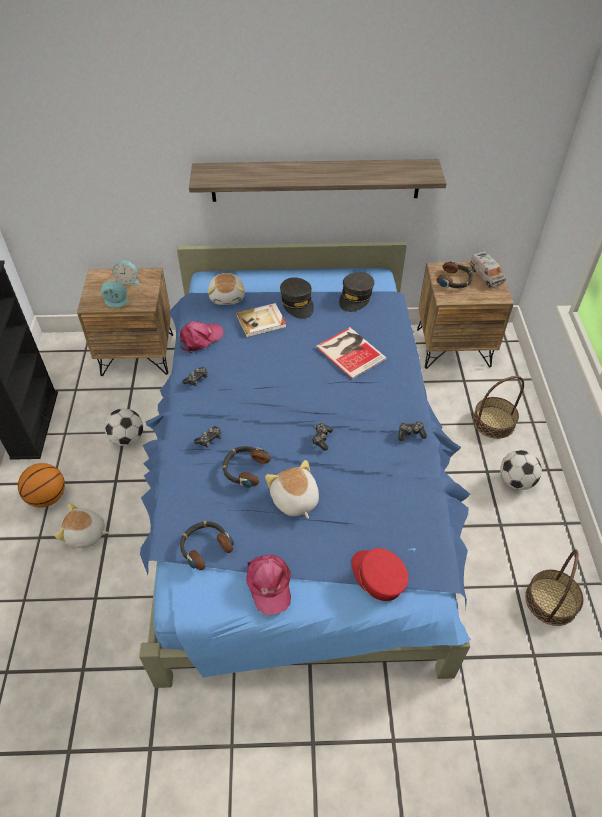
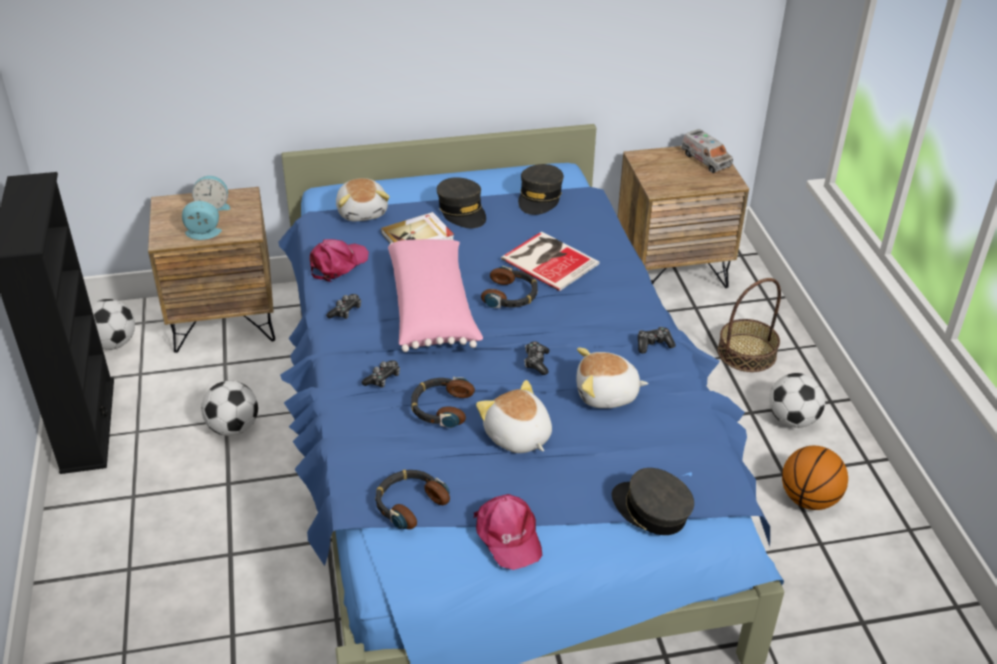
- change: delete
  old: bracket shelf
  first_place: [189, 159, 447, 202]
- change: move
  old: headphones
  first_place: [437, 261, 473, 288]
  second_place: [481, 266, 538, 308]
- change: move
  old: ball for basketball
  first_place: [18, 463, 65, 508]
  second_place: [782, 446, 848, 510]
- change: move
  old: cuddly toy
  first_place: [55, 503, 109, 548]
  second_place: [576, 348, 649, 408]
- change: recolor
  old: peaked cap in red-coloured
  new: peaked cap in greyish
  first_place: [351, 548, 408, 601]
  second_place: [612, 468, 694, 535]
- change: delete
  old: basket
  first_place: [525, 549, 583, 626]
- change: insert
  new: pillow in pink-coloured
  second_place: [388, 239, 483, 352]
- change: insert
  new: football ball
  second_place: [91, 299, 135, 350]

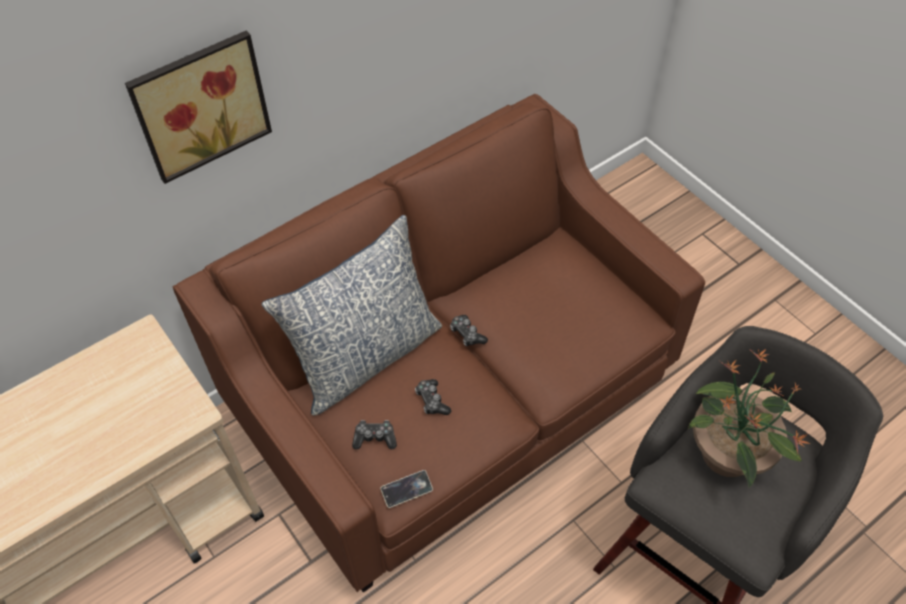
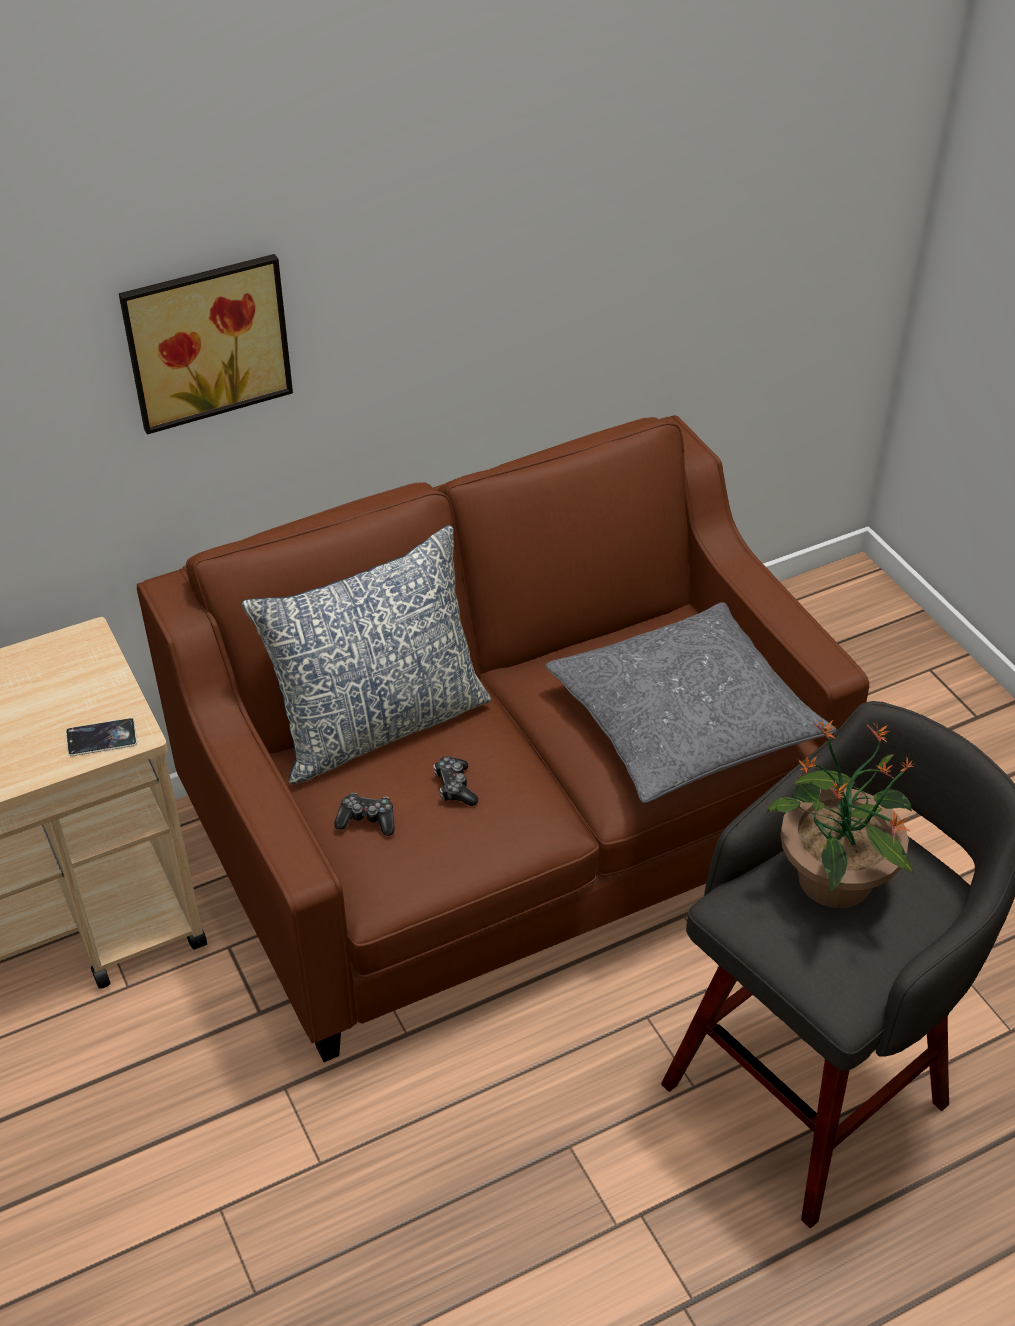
- change: delete
  old: game controller
  first_place: [450, 315, 488, 346]
- change: move
  old: telephone
  first_place: [380, 470, 433, 508]
  second_place: [66, 718, 137, 756]
- change: insert
  new: pillow in greyish
  second_place: [545, 602, 836, 803]

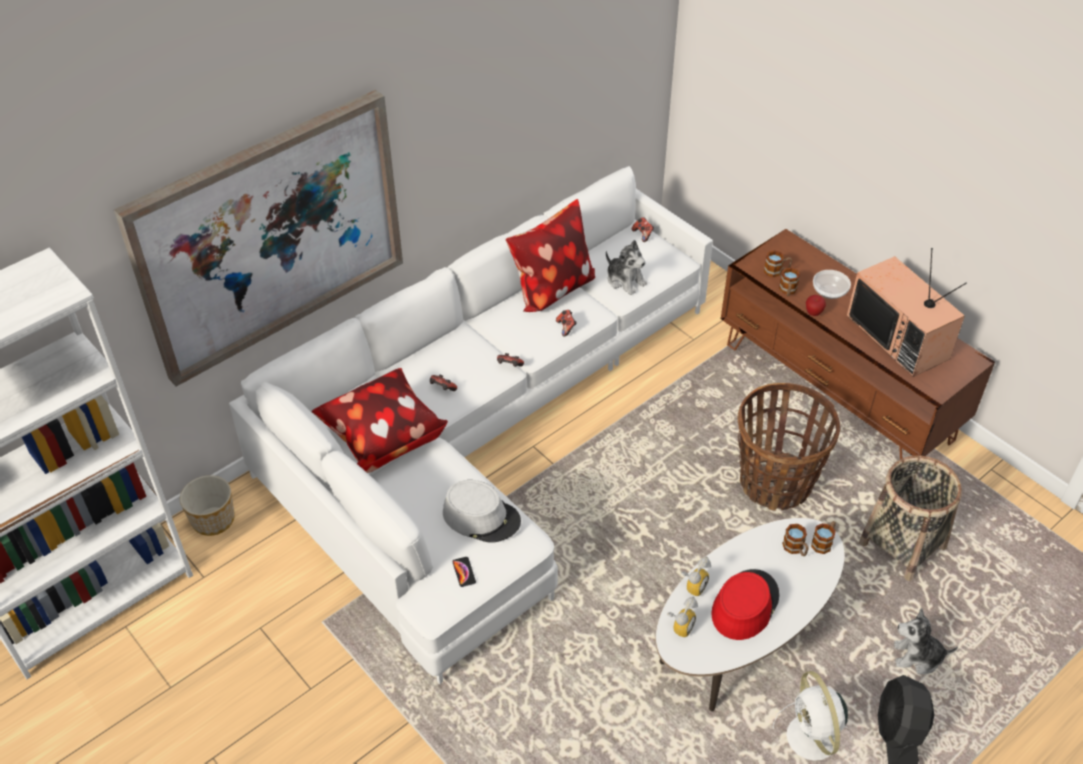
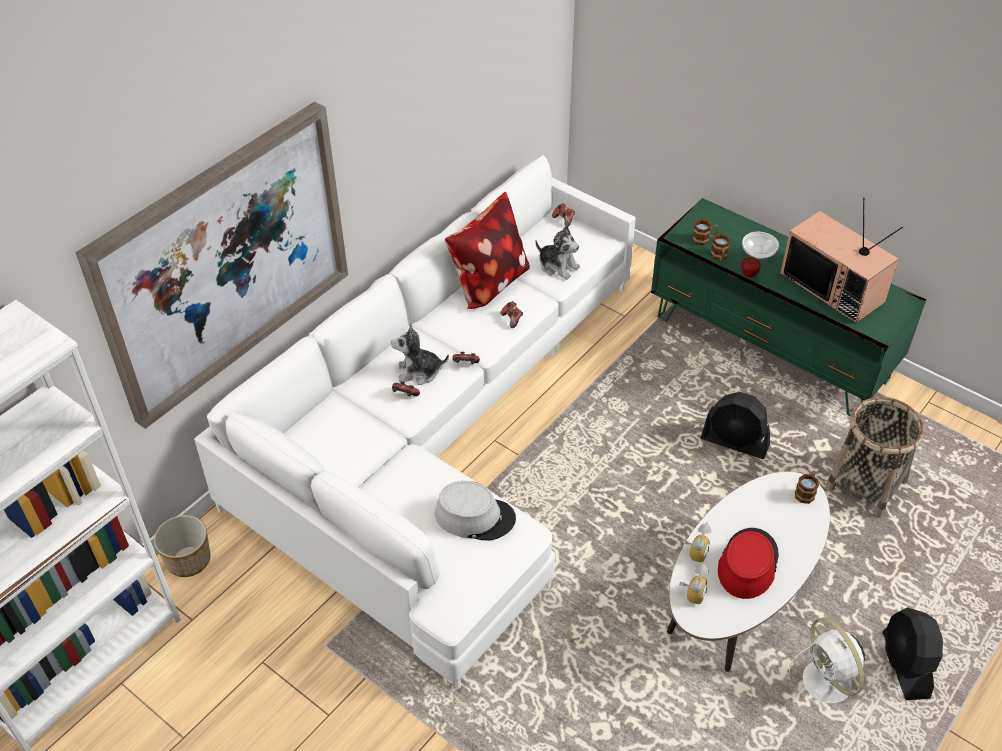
- change: recolor
  old: media console in brown-coloured
  new: media console in green-coloured
  first_place: [721, 229, 995, 459]
  second_place: [651, 198, 926, 416]
- change: delete
  old: pillow
  first_place: [312, 368, 448, 473]
- change: replace
  old: basket
  new: fan in black-coloured
  first_place: [738, 383, 840, 511]
  second_place: [701, 392, 770, 459]
- change: delete
  old: coffee mug
  first_place: [783, 524, 808, 556]
- change: delete
  old: telephone
  first_place: [452, 557, 476, 587]
- change: move
  old: cuddly toy
  first_place: [894, 608, 958, 674]
  second_place: [391, 323, 449, 385]

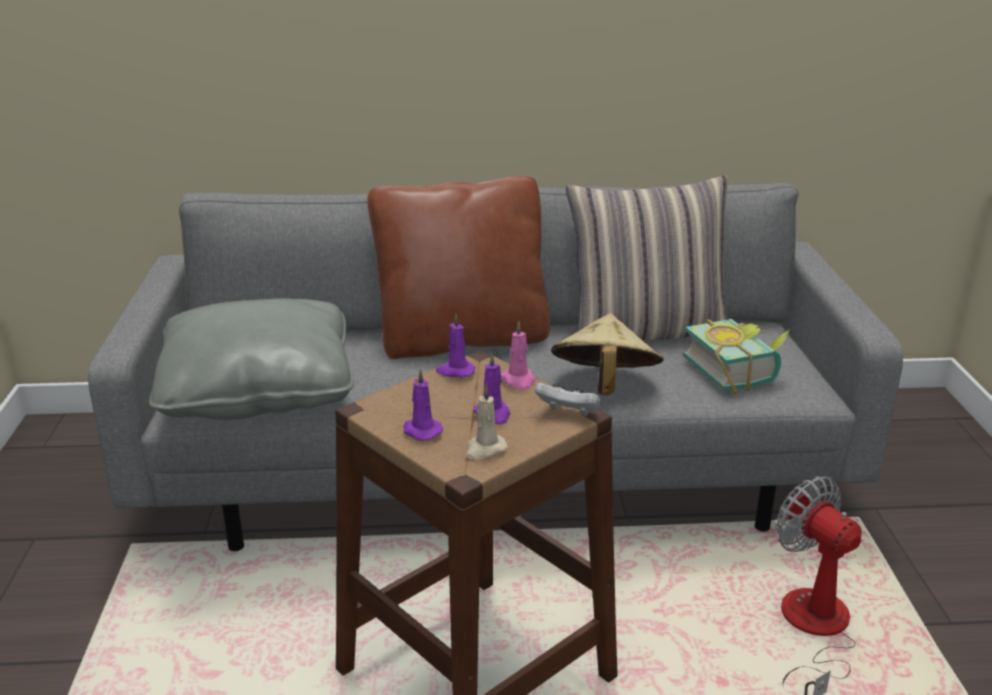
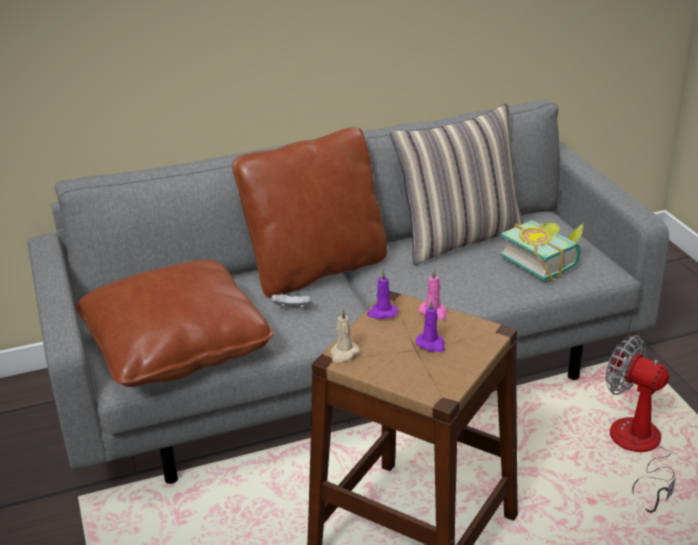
- change: recolor
  old: pillow in greyish
  new: pillow in brown-coloured
  first_place: [149, 298, 354, 420]
  second_place: [76, 260, 273, 387]
- change: delete
  old: wearable hat in sand-coloured
  first_place: [551, 313, 664, 395]
- change: delete
  old: wax candle in purple-coloured
  first_place: [403, 369, 443, 440]
- change: move
  old: game controller in white-coloured
  first_place: [535, 383, 600, 416]
  second_place: [271, 293, 312, 310]
- change: move
  old: wax candle in sand-coloured
  first_place: [466, 385, 507, 459]
  second_place: [330, 309, 360, 362]

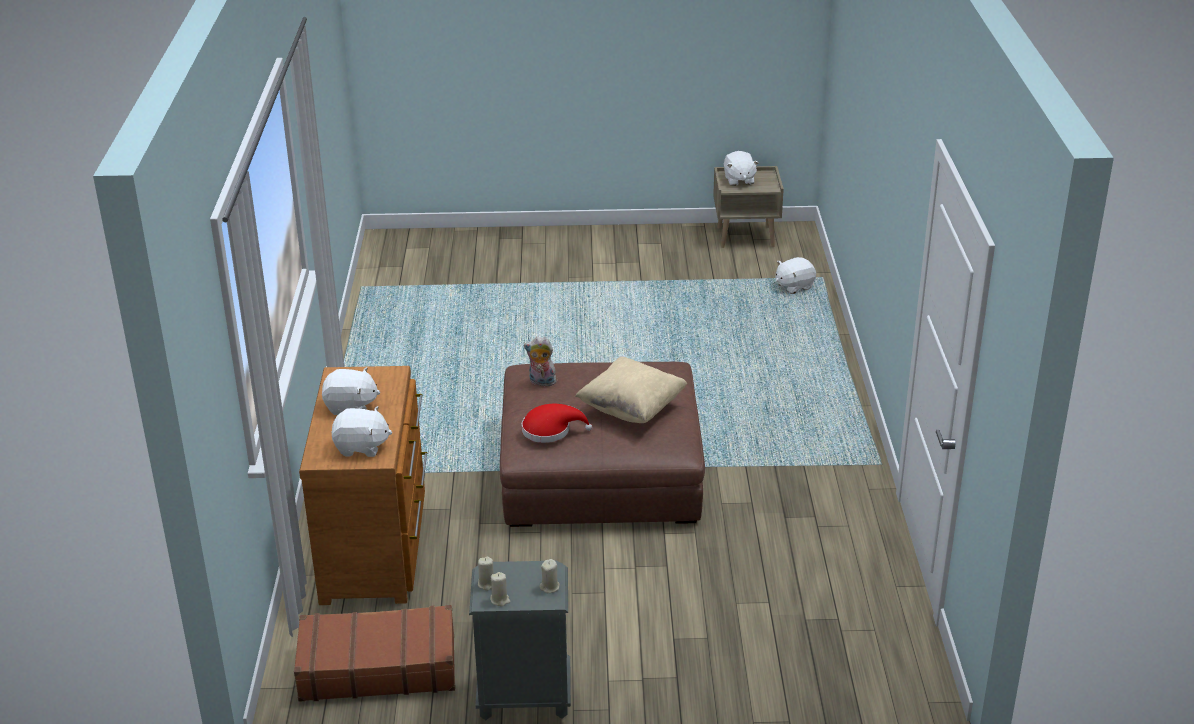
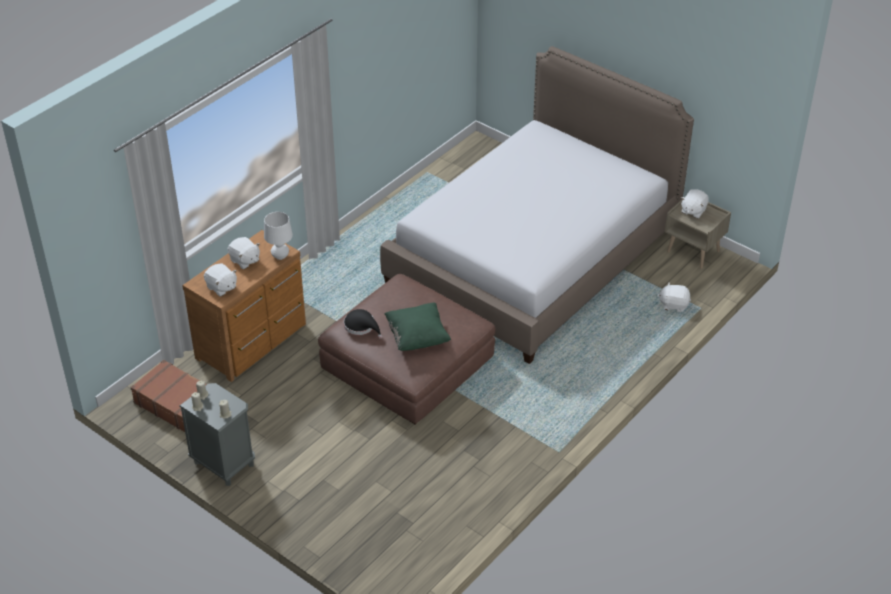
- change: delete
  old: cuddly toy
  first_place: [524, 337, 556, 386]
- change: recolor
  old: pillow in sand-coloured
  new: pillow in green-coloured
  first_place: [575, 357, 687, 423]
  second_place: [385, 303, 451, 351]
- change: recolor
  old: wearable hat in red-coloured
  new: wearable hat in black-coloured
  first_place: [522, 404, 593, 443]
  second_place: [344, 309, 383, 339]
- change: insert
  new: bed
  second_place: [380, 46, 694, 364]
- change: insert
  new: tabletop lamp in white-coloured
  second_place: [264, 212, 293, 260]

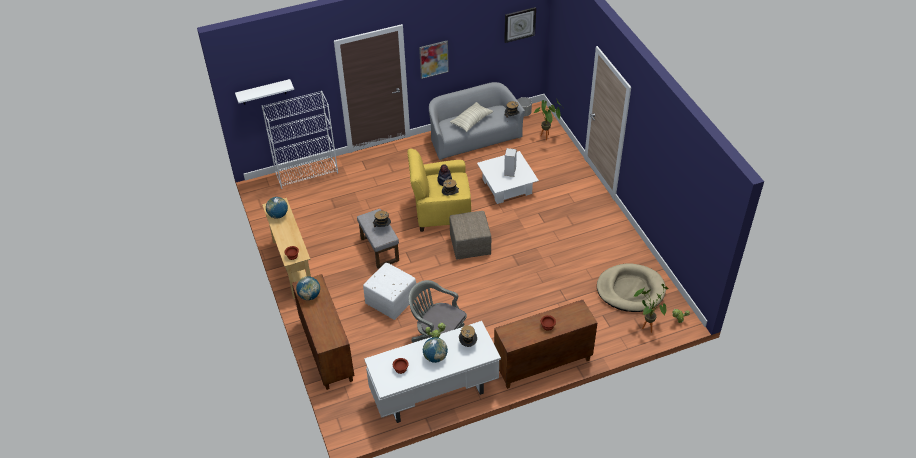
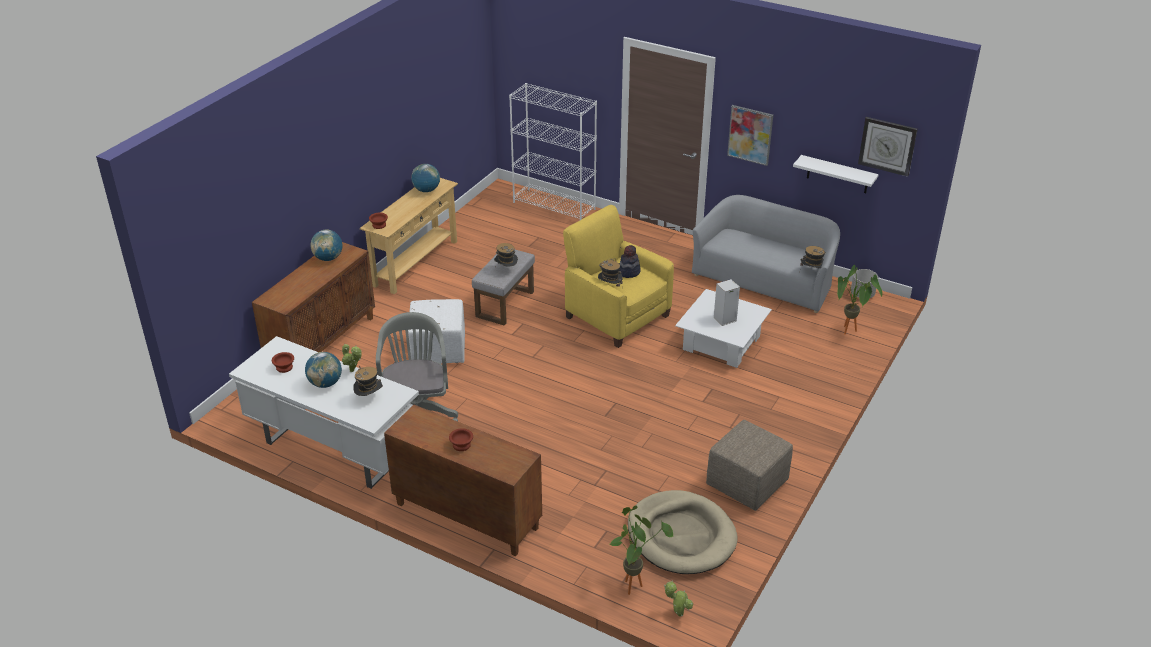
- change: move
  old: bracket shelf in white-coloured
  first_place: [235, 79, 294, 104]
  second_place: [793, 155, 879, 193]
- change: delete
  old: pillow
  first_place: [450, 102, 493, 132]
- change: move
  old: footrest in sand-coloured
  first_place: [449, 211, 491, 260]
  second_place: [706, 420, 793, 511]

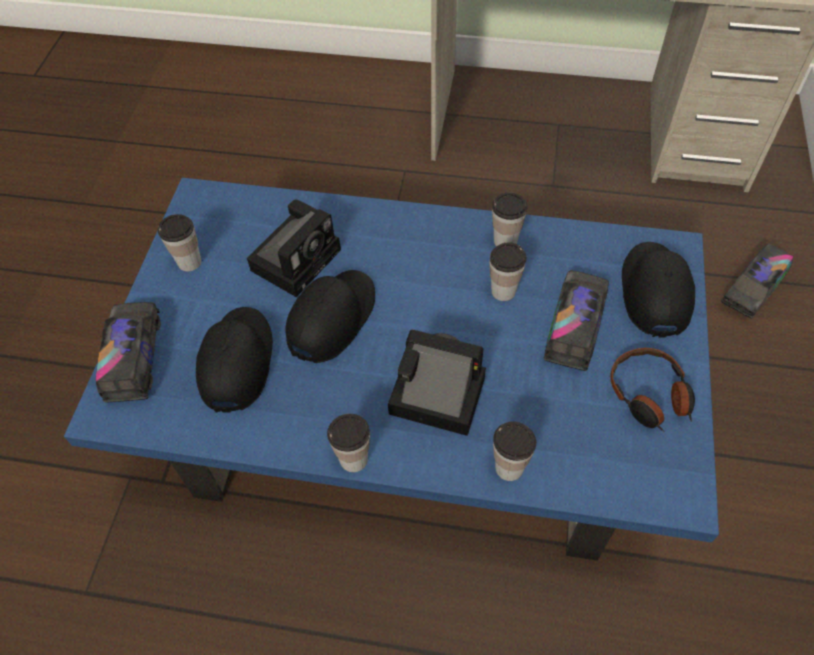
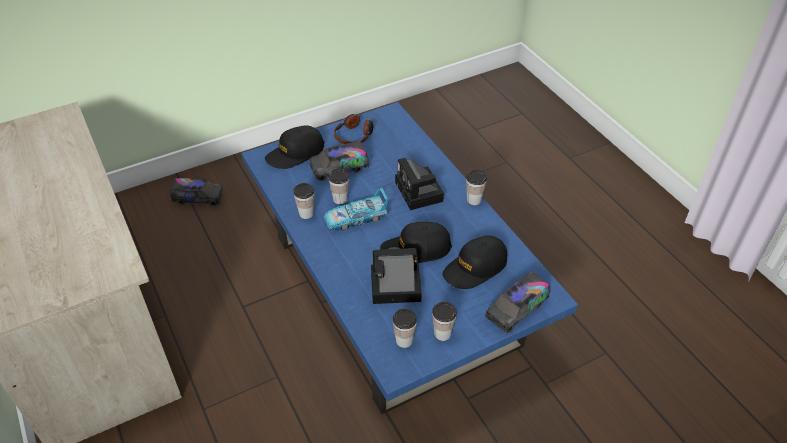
- change: move
  old: drinking cup
  first_place: [493, 422, 536, 481]
  second_place: [393, 308, 417, 348]
- change: insert
  new: model car
  second_place: [324, 188, 388, 231]

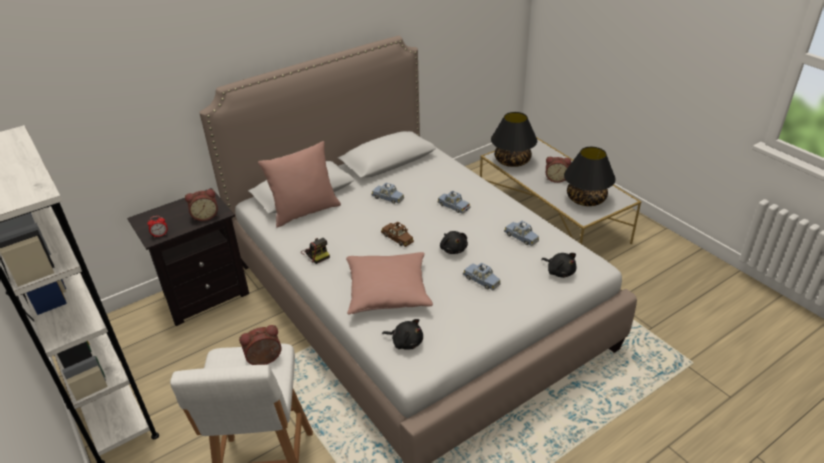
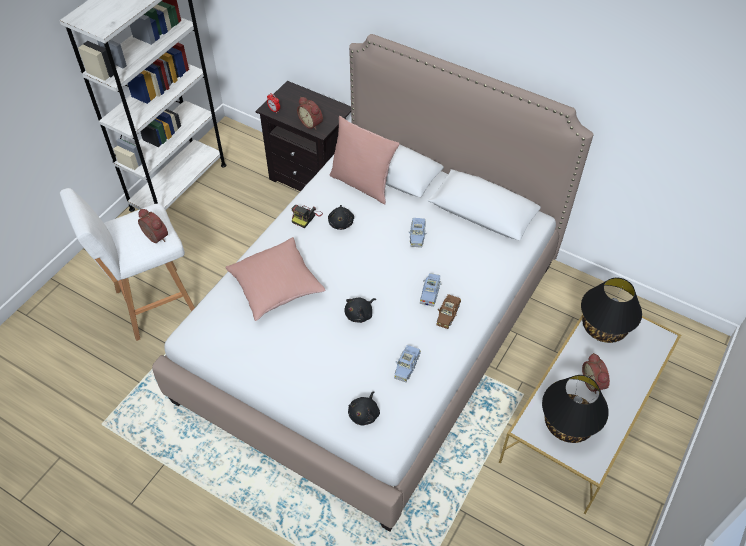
- change: move
  old: model car in brown-coloured
  first_place: [381, 222, 414, 247]
  second_place: [436, 294, 461, 329]
- change: delete
  old: model car in bluish
  first_place: [463, 263, 501, 290]
- change: move
  old: cuddly toy in black-coloured
  first_place: [382, 319, 423, 350]
  second_place: [328, 205, 354, 230]

